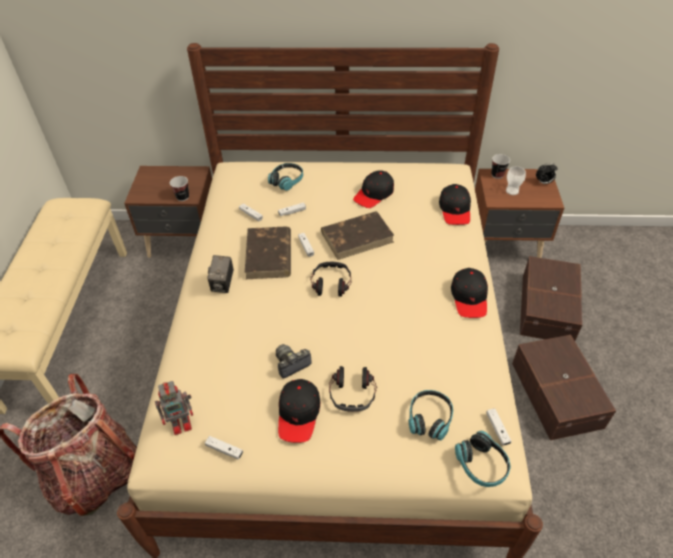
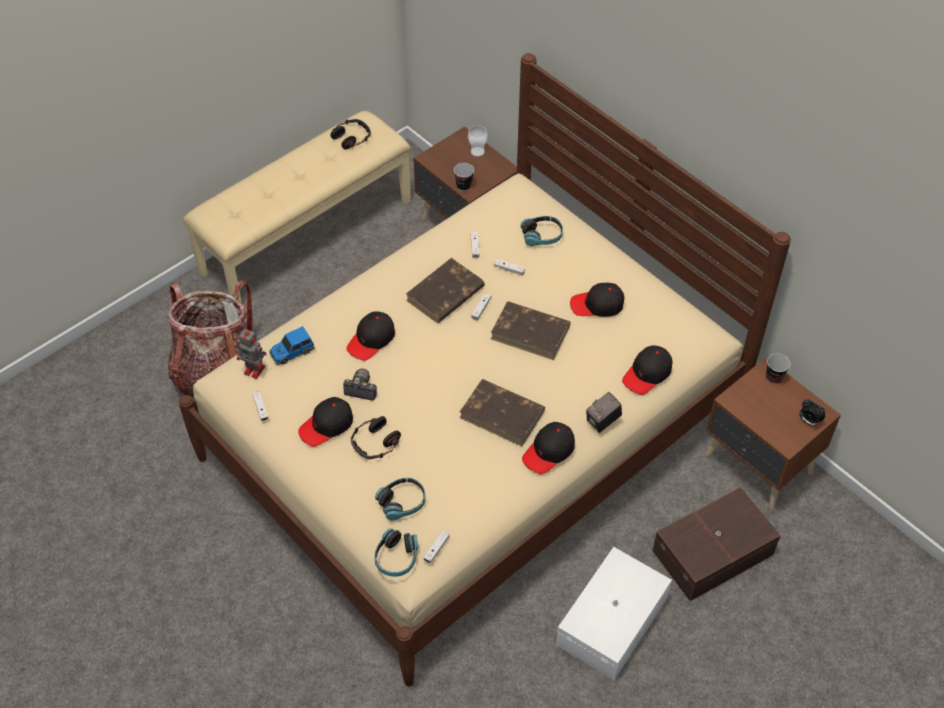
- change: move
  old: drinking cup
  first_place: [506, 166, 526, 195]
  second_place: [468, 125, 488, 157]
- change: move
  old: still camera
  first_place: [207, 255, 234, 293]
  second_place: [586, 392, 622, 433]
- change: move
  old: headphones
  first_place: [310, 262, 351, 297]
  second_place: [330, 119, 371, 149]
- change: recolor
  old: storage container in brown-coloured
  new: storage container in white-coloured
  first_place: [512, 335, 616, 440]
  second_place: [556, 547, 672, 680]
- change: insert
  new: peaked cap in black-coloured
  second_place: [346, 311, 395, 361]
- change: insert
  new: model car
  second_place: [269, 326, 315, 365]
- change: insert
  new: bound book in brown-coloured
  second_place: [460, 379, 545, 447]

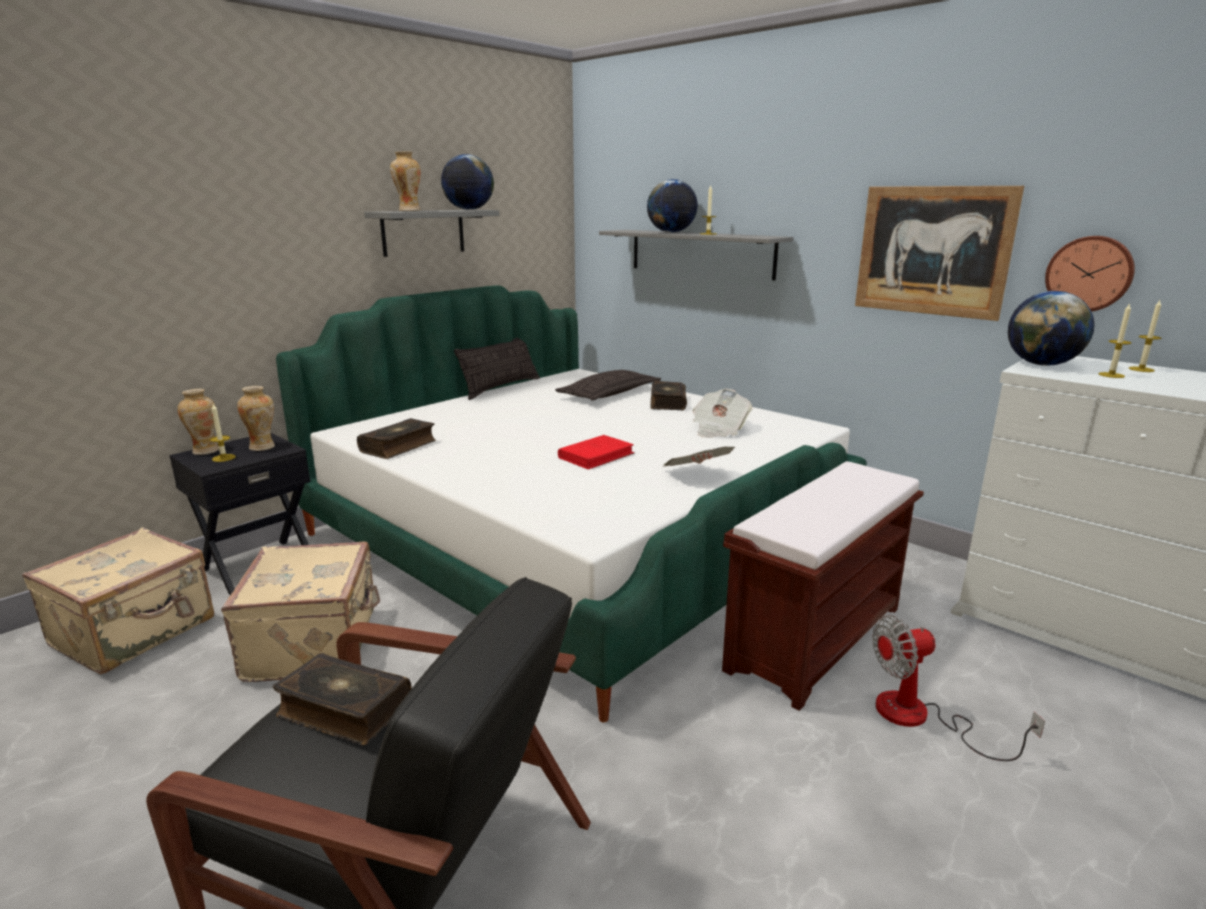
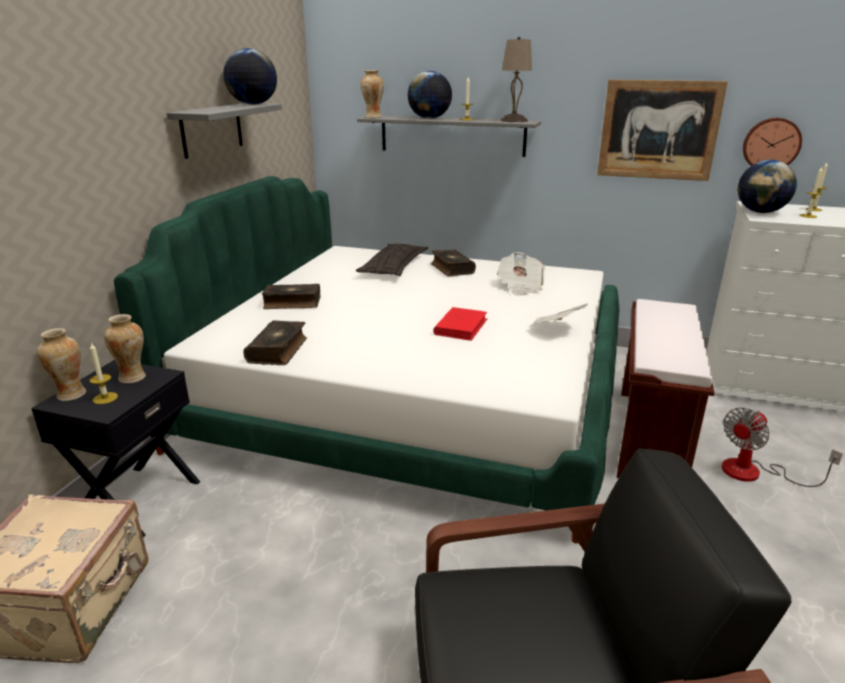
- change: move
  old: decorative vase
  first_place: [390, 152, 421, 211]
  second_place: [361, 70, 384, 118]
- change: delete
  old: pillow
  first_place: [454, 338, 540, 400]
- change: delete
  old: suitcase in sand-coloured
  first_place: [221, 541, 380, 682]
- change: move
  old: bound book
  first_place: [273, 653, 412, 745]
  second_place: [262, 284, 320, 309]
- change: insert
  new: tabletop lamp in sand-coloured
  second_place: [500, 37, 532, 122]

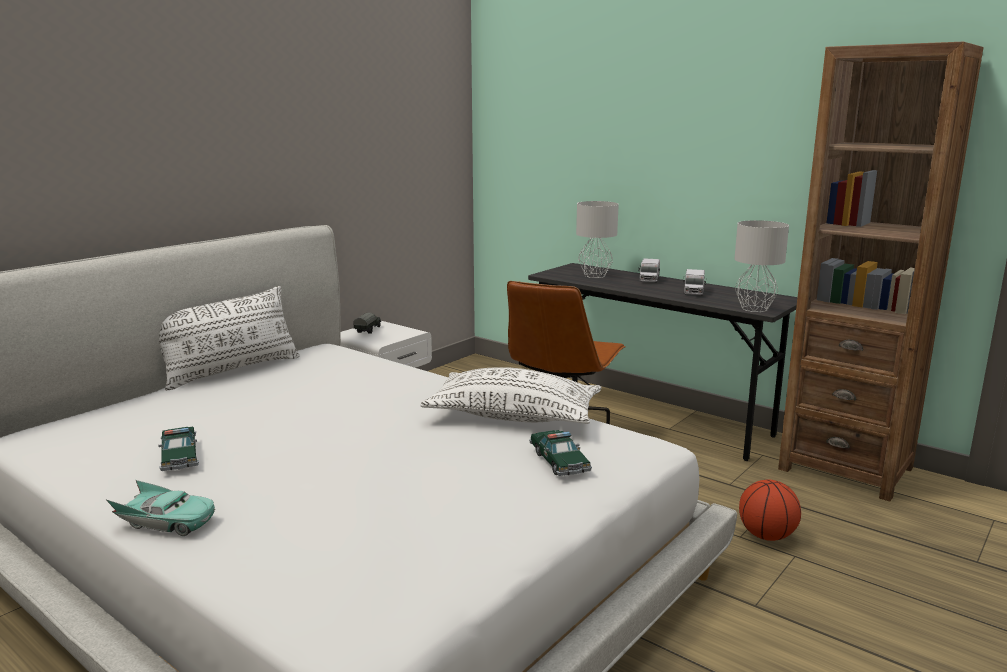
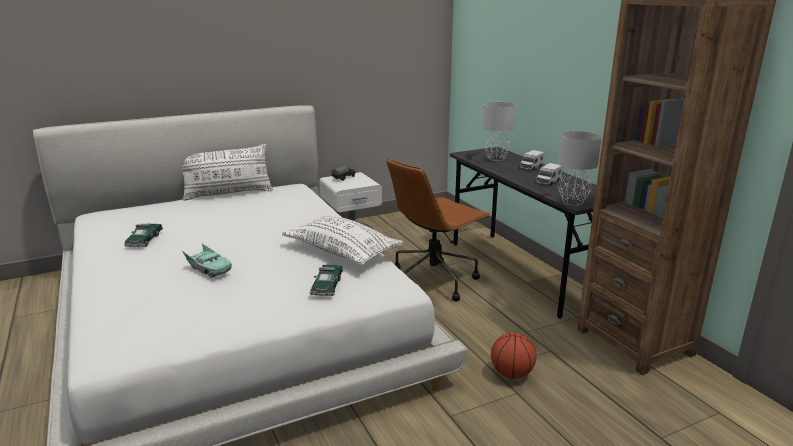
- change: move
  old: model car in turquoise-coloured
  first_place: [107, 480, 215, 536]
  second_place: [182, 244, 232, 278]

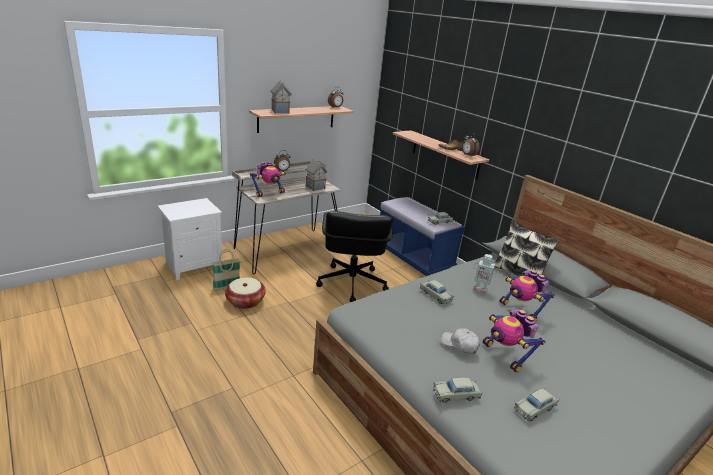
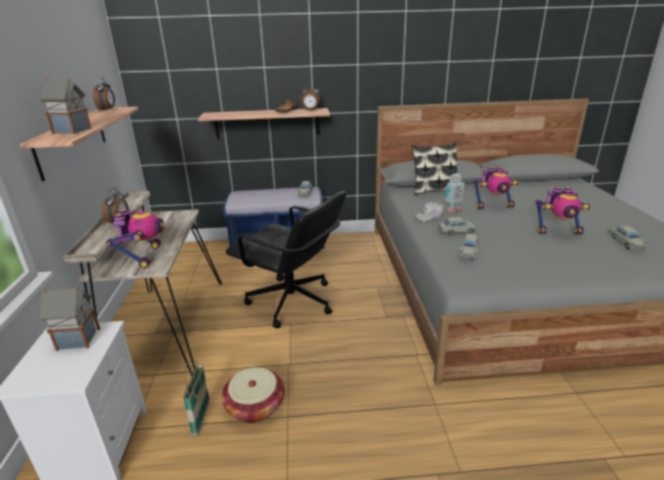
- change: move
  old: toy house
  first_place: [305, 159, 327, 192]
  second_place: [39, 286, 100, 351]
- change: move
  old: peaked cap in white-coloured
  first_place: [441, 328, 480, 354]
  second_place: [414, 202, 445, 222]
- change: move
  old: model car in sand-coloured
  first_place: [433, 377, 483, 403]
  second_place: [459, 234, 479, 259]

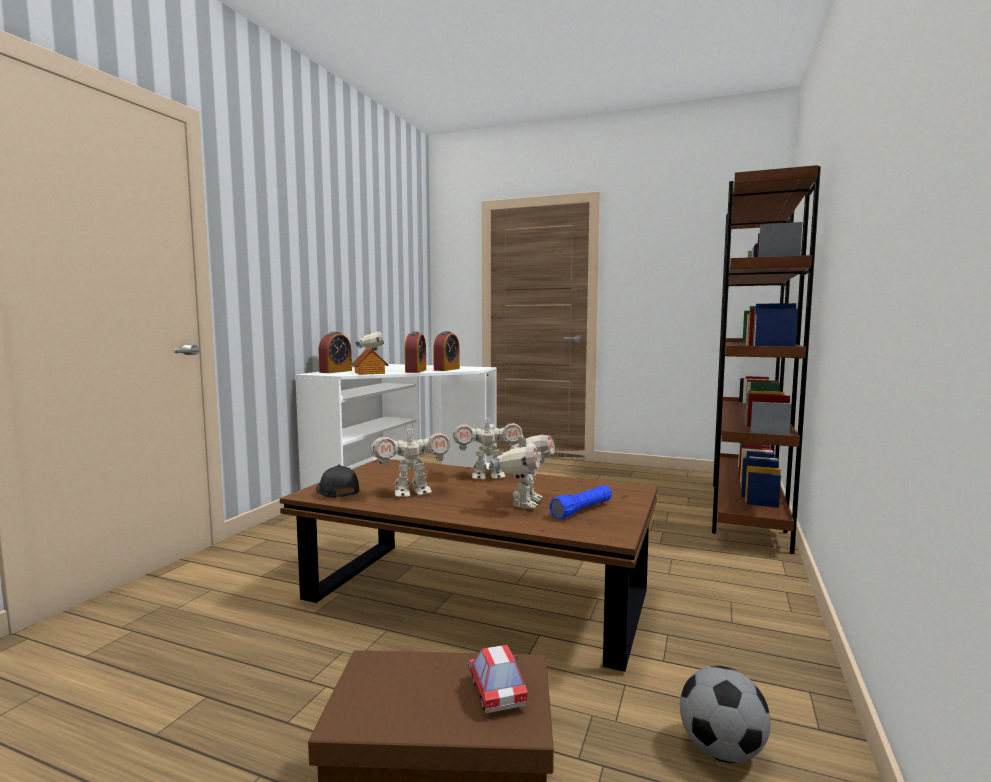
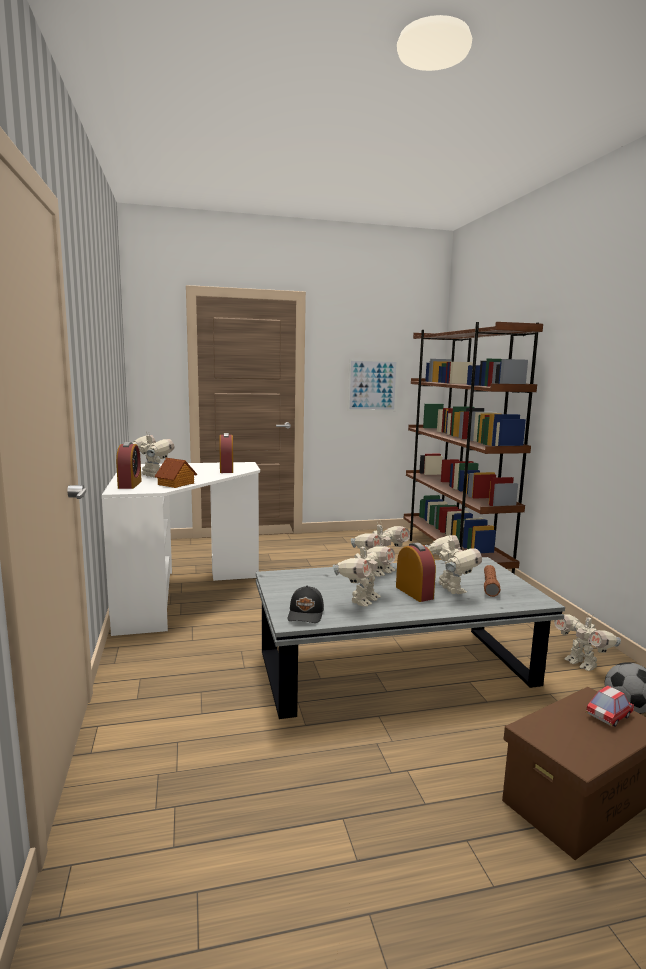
- change: move
  old: bedside clock
  first_place: [405, 332, 426, 373]
  second_place: [396, 543, 436, 602]
- change: recolor
  old: lounge table in brown-coloured
  new: lounge table in greyish
  first_place: [280, 459, 657, 672]
  second_place: [256, 557, 565, 719]
- change: rotate
  old: peaked cap in black-coloured
  first_place: [316, 464, 359, 498]
  second_place: [287, 586, 324, 623]
  degrees: -105
- change: recolor
  old: torch in bluish
  new: torch in brown-coloured
  first_place: [549, 485, 612, 519]
  second_place: [484, 565, 501, 597]
- change: rotate
  old: model car
  first_place: [468, 645, 528, 713]
  second_place: [586, 686, 634, 726]
  degrees: 105
- change: insert
  new: wall art
  second_place: [348, 359, 398, 411]
- change: insert
  new: toy robot
  second_place: [554, 613, 621, 671]

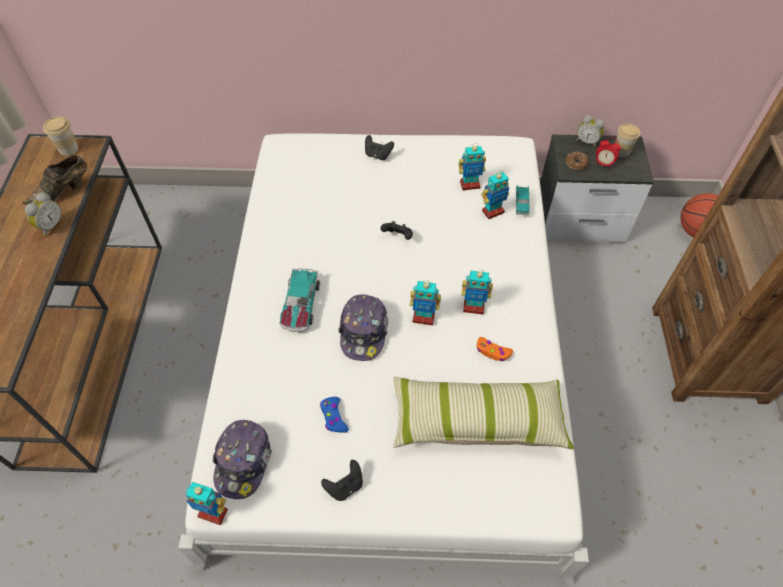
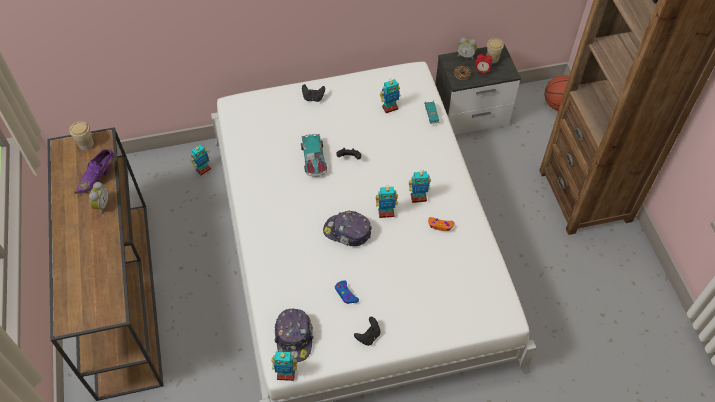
- change: recolor
  old: shoe in brown-coloured
  new: shoe in purple-coloured
  first_place: [22, 155, 88, 205]
  second_place: [74, 149, 115, 194]
- change: move
  old: toy robot
  first_place: [481, 170, 509, 219]
  second_place: [191, 145, 211, 176]
- change: move
  old: model car
  first_place: [280, 268, 320, 332]
  second_place: [301, 134, 327, 177]
- change: rotate
  old: peaked cap
  first_place: [338, 294, 388, 361]
  second_place: [323, 210, 372, 246]
  degrees: 120
- change: delete
  old: pillow
  first_place: [393, 377, 574, 450]

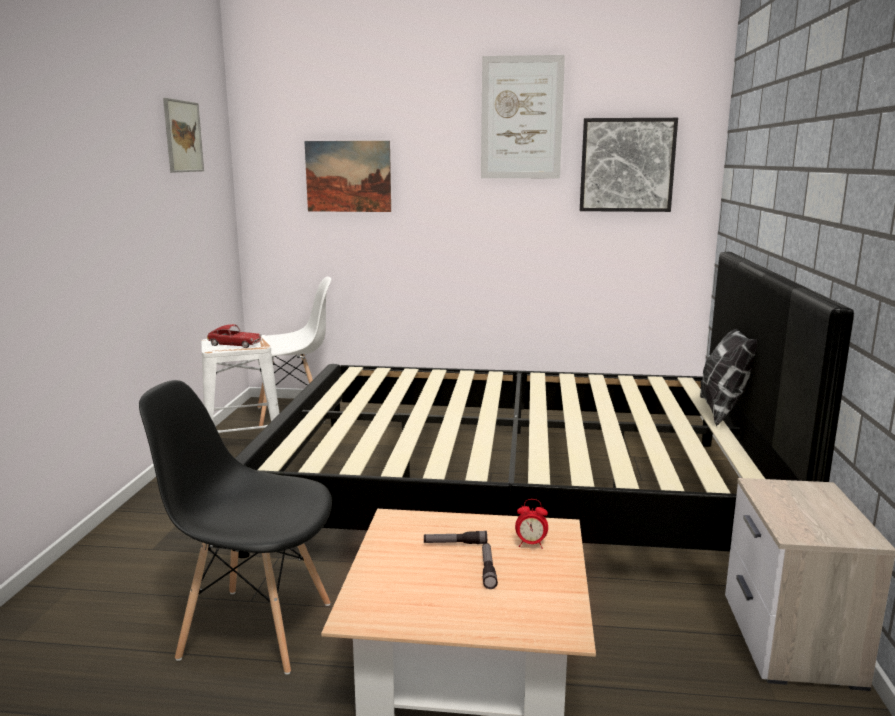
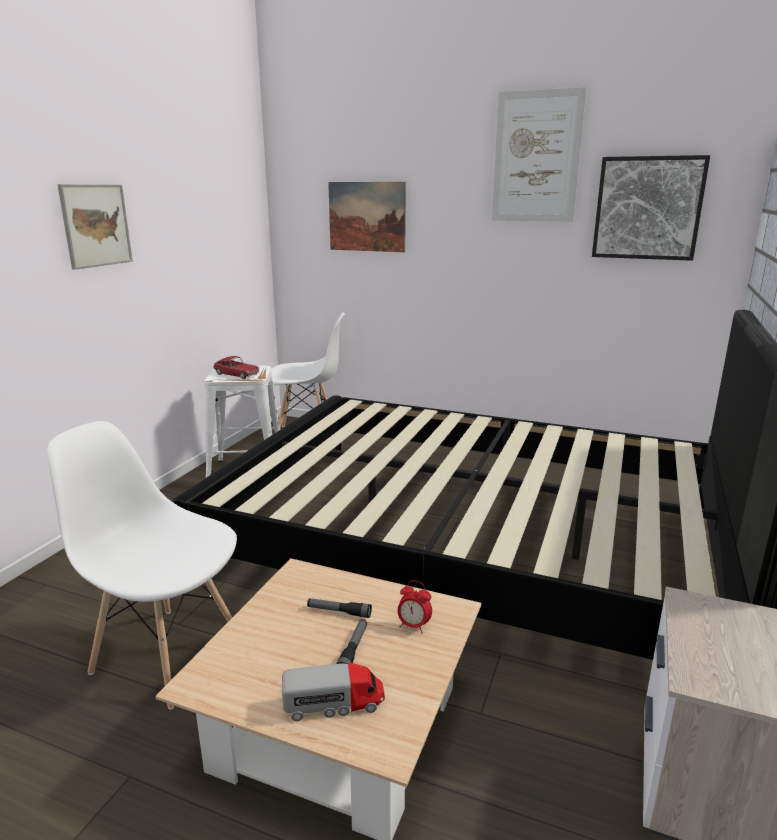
- change: move
  old: wall art
  first_place: [163, 98, 204, 172]
  second_place: [57, 184, 133, 270]
- change: delete
  old: pillow
  first_place: [700, 329, 758, 426]
- change: recolor
  old: plain chair in black-coloured
  new: plain chair in white-coloured
  first_place: [139, 380, 332, 674]
  second_place: [47, 421, 237, 710]
- change: insert
  new: toy truck
  second_place: [282, 663, 385, 721]

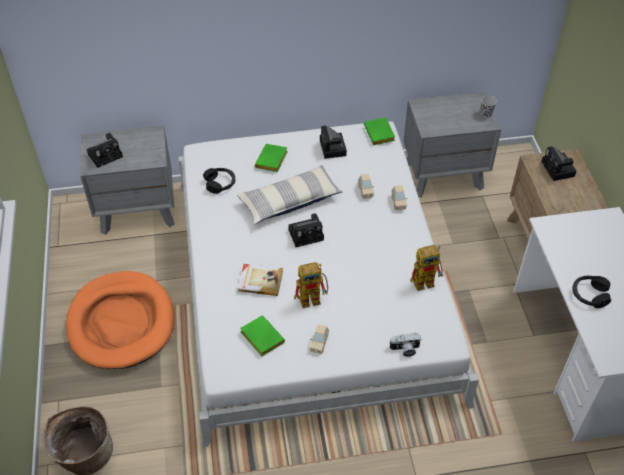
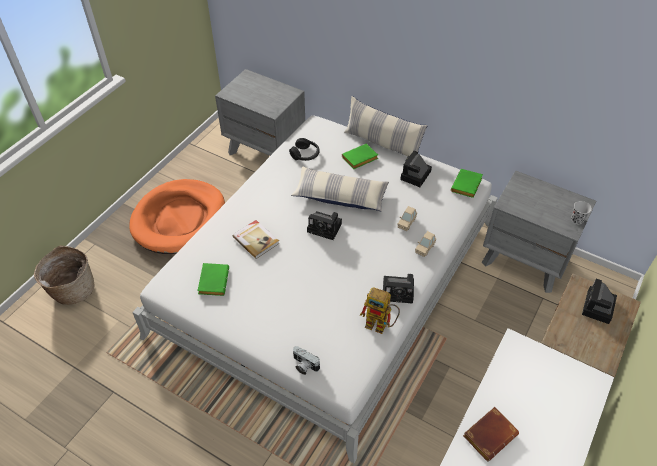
- change: move
  old: still camera
  first_place: [87, 133, 123, 168]
  second_place: [383, 274, 414, 304]
- change: delete
  old: toy robot
  first_place: [294, 262, 328, 308]
- change: replace
  old: headphones in black-coloured
  new: bound book in brown-coloured
  first_place: [572, 276, 611, 308]
  second_place: [463, 407, 519, 462]
- change: delete
  old: model car in sand-coloured
  first_place: [310, 324, 329, 354]
- change: insert
  new: pillow
  second_place: [344, 96, 428, 157]

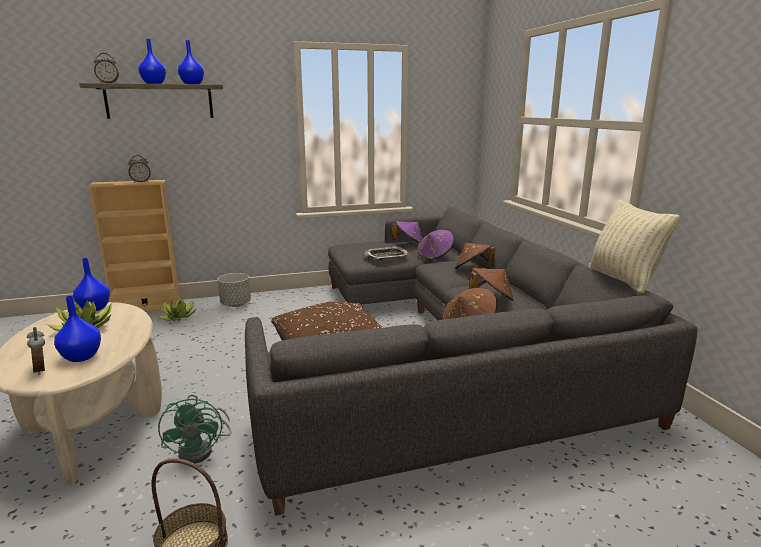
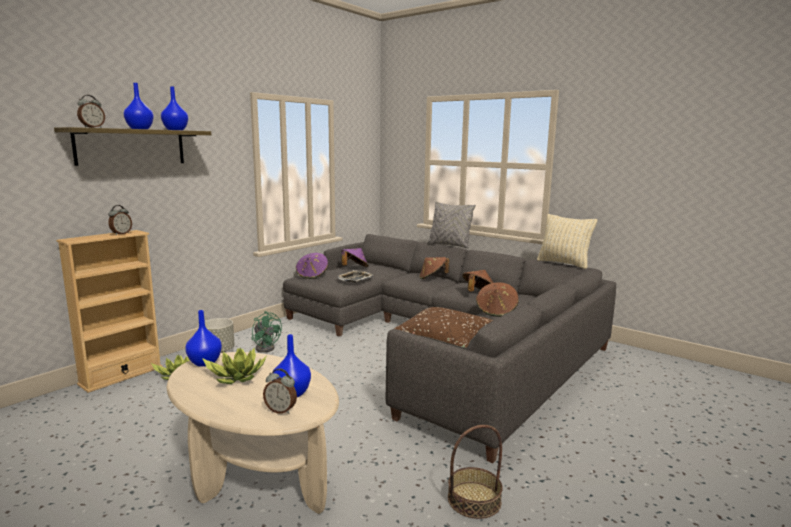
- change: move
  old: wearable hat in purple-coloured
  first_place: [418, 230, 454, 260]
  second_place: [296, 253, 328, 279]
- change: move
  old: fan in green-coloured
  first_place: [158, 395, 232, 464]
  second_place: [252, 311, 282, 353]
- change: insert
  new: pillow in greyish
  second_place: [427, 201, 476, 248]

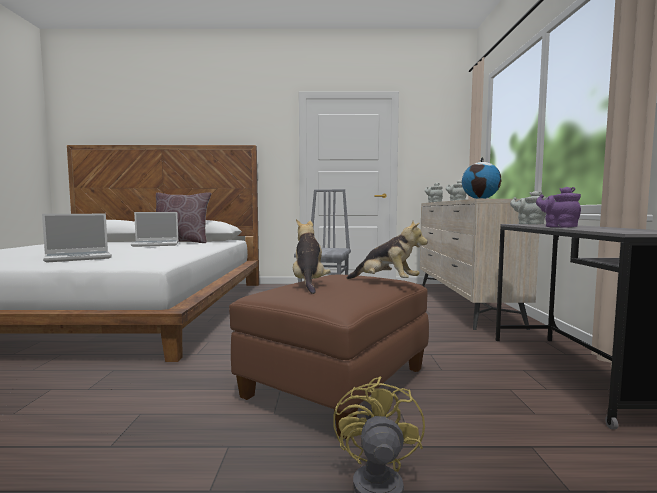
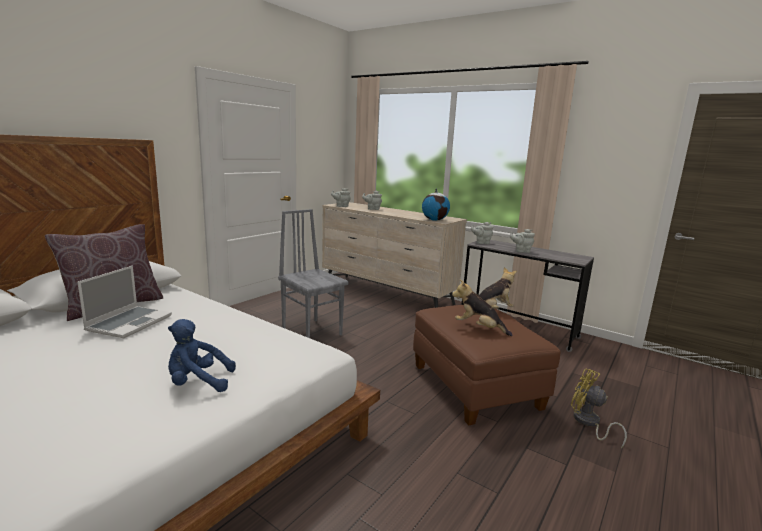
- change: recolor
  old: tea pot in purple-coloured
  new: tea pot in greyish
  first_place: [536, 187, 581, 228]
  second_place: [510, 229, 535, 253]
- change: replace
  old: laptop
  new: cuddly toy in bluish
  first_place: [42, 214, 112, 263]
  second_place: [168, 319, 236, 392]

